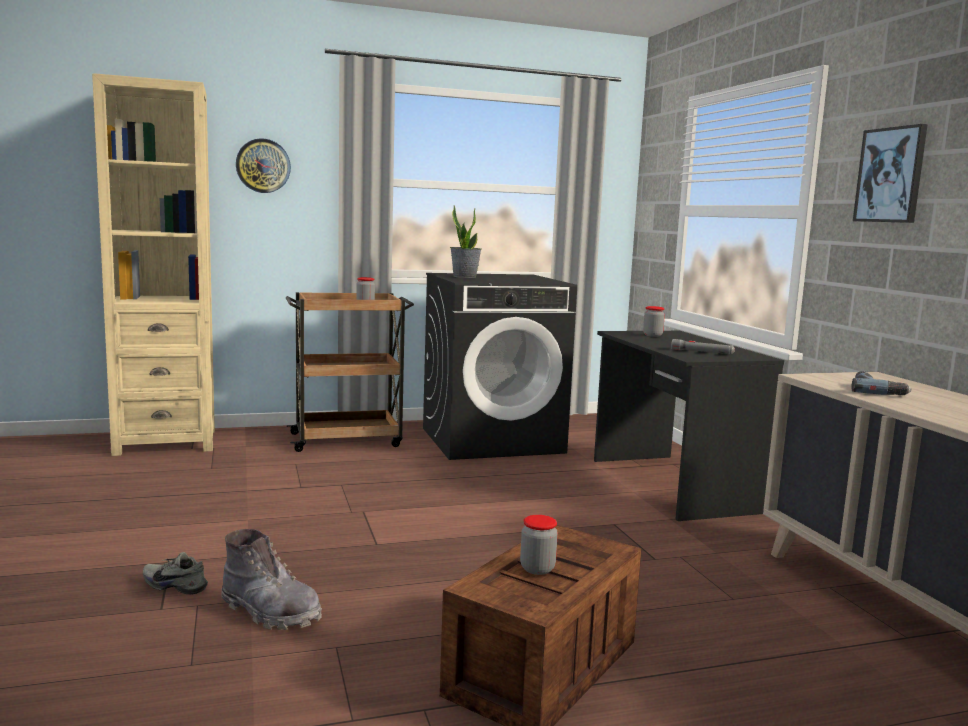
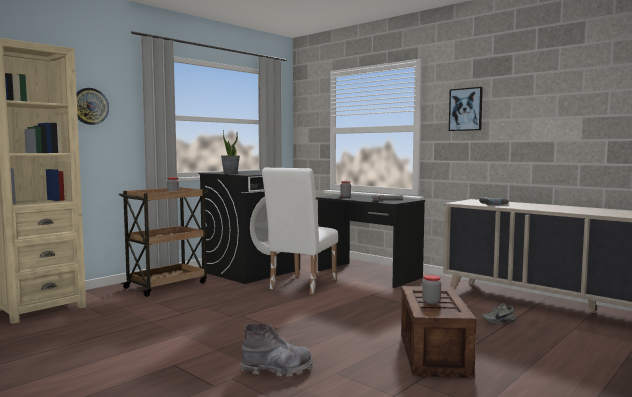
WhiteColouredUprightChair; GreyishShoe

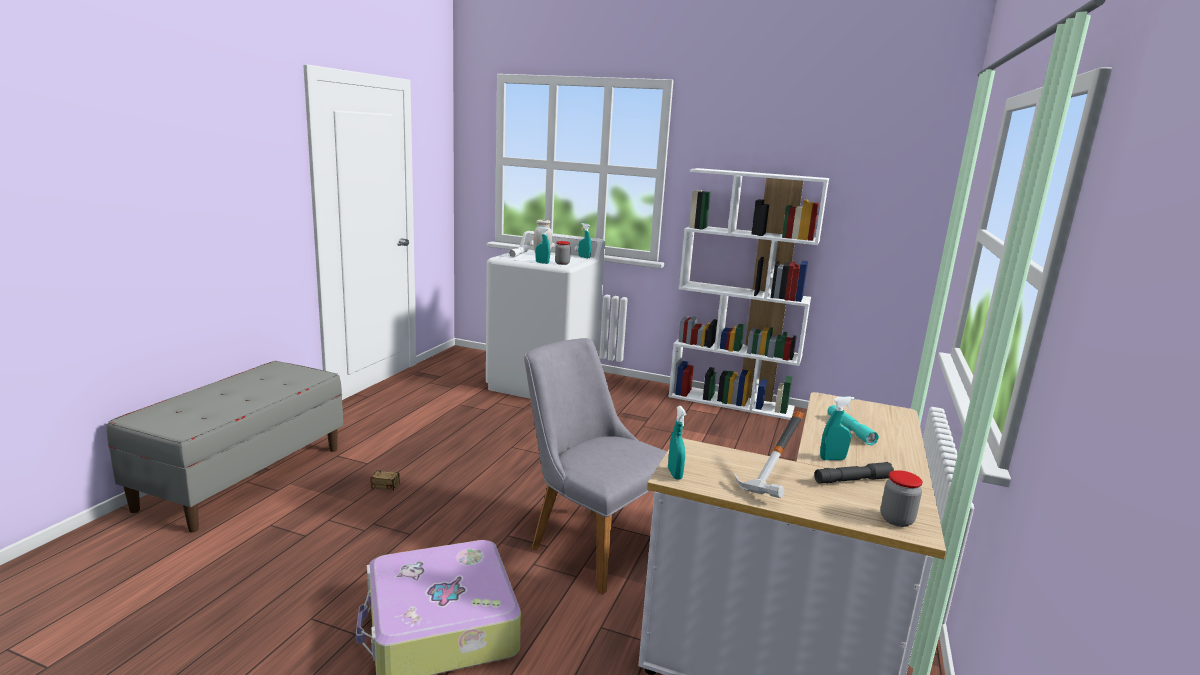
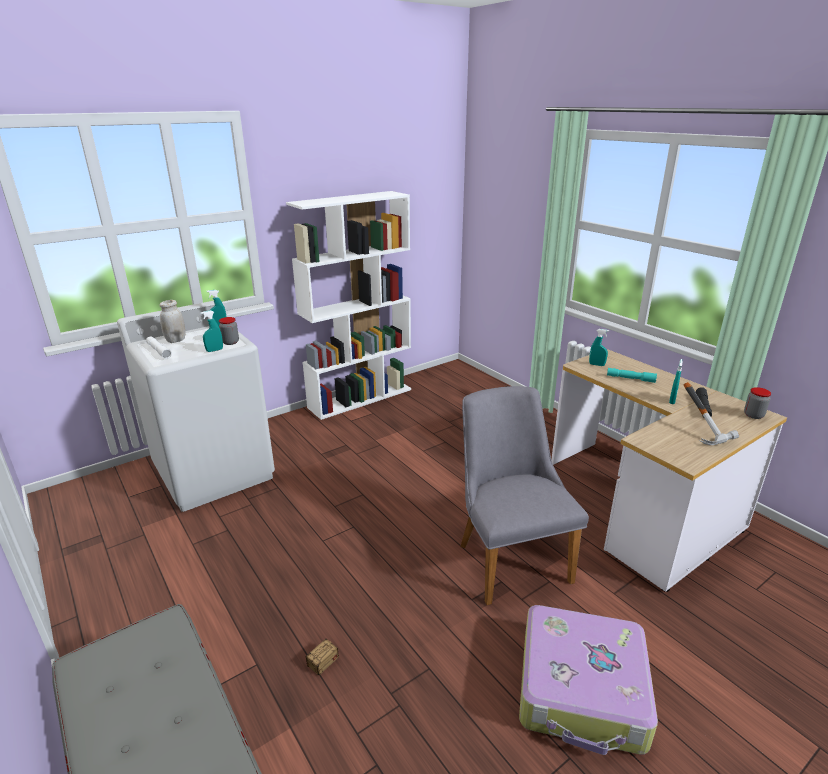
GreyishUprightChair; TurquoiseSprayer (no. 3 from left)

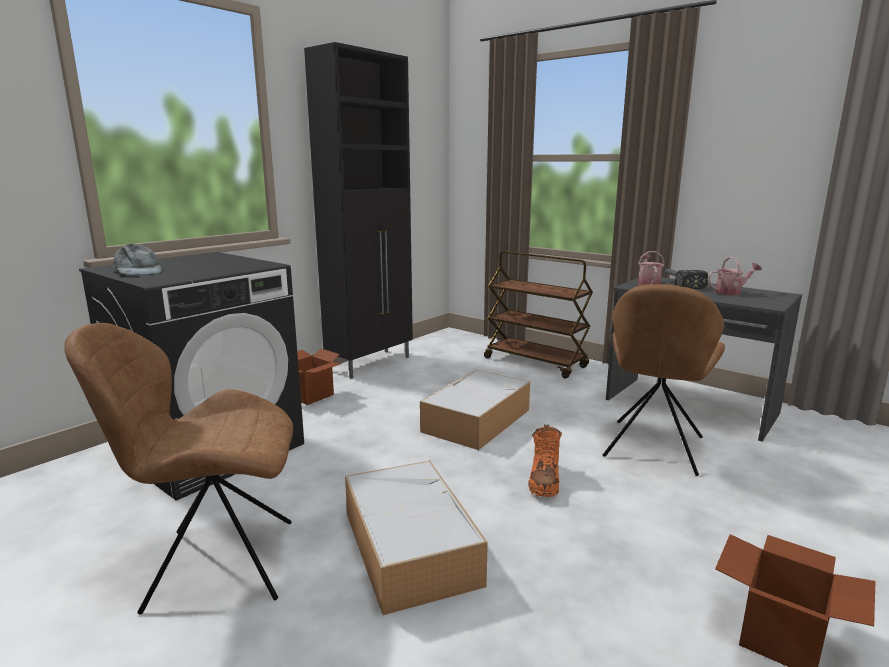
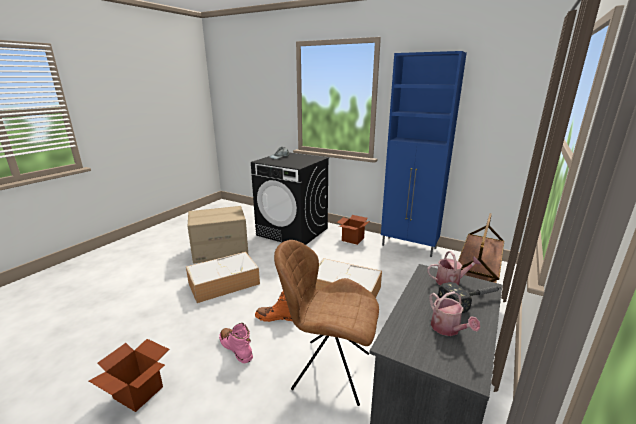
CardboardBox (no. 2 from left); PinkColouredTallBoot; BluishCupboard

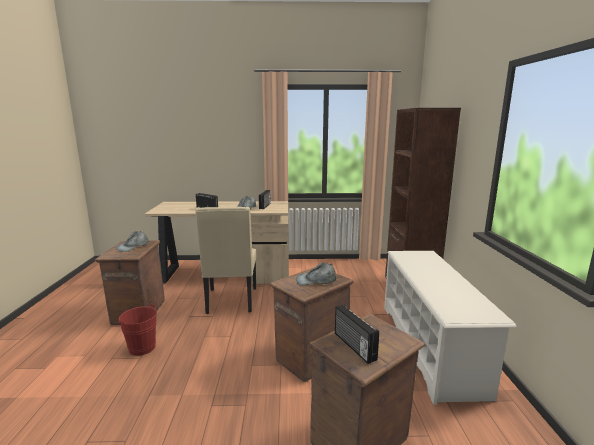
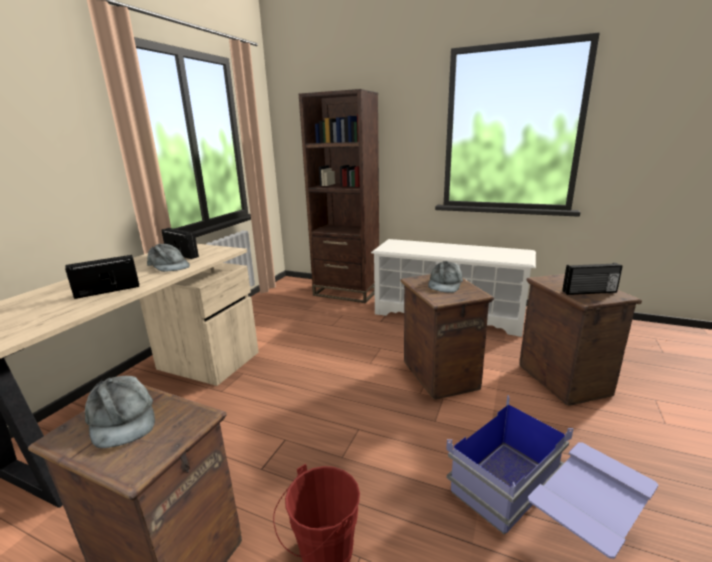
BluishStorageContainer; BeigeUprightChair

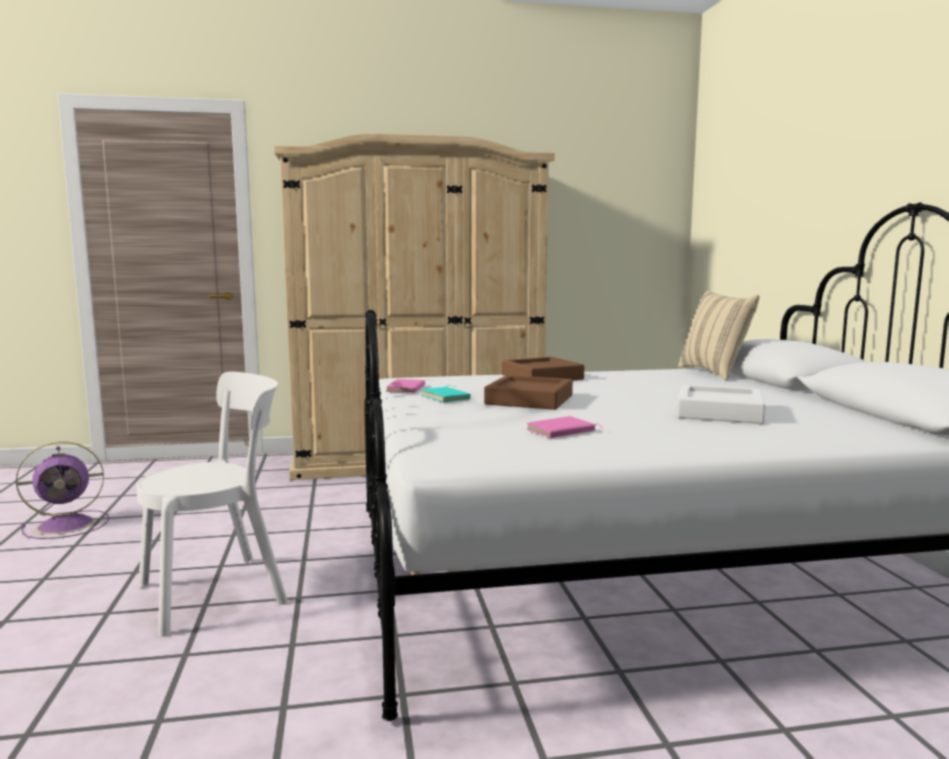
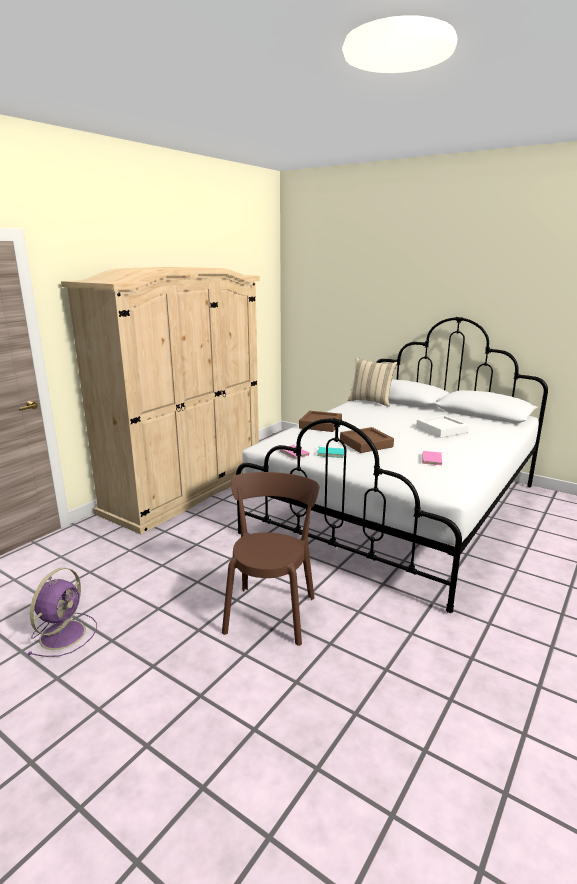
BrownishUprightChair

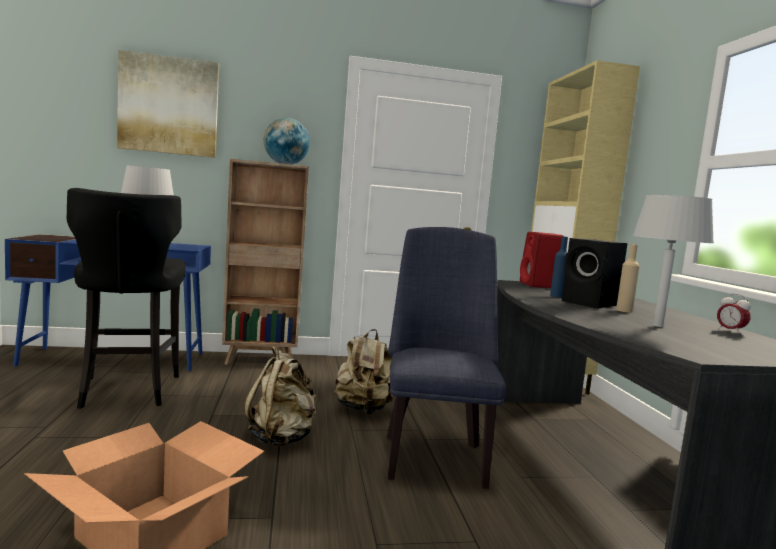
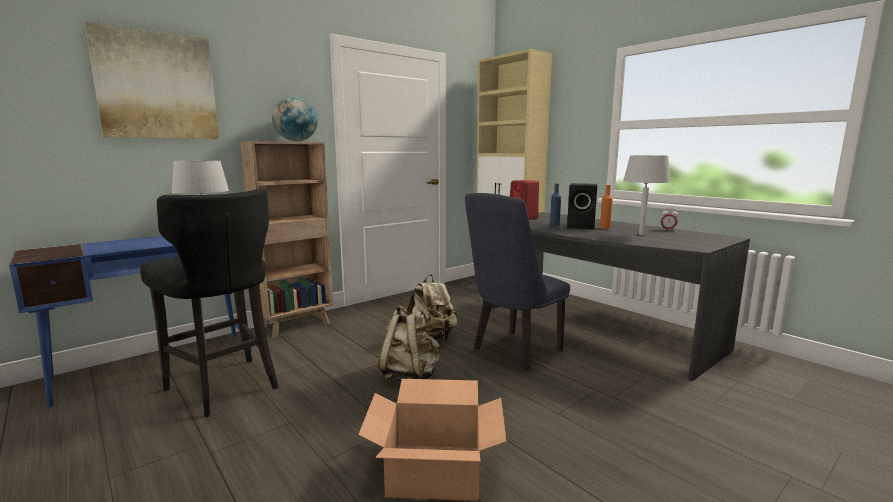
BluishUprightChair; OrangeBeverageBottle

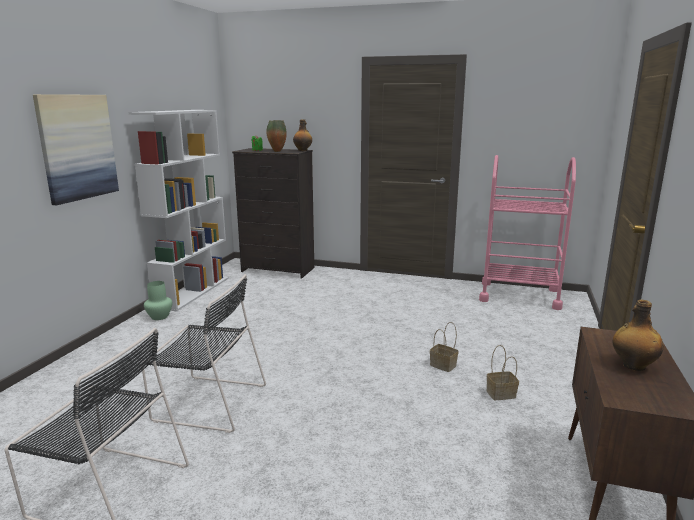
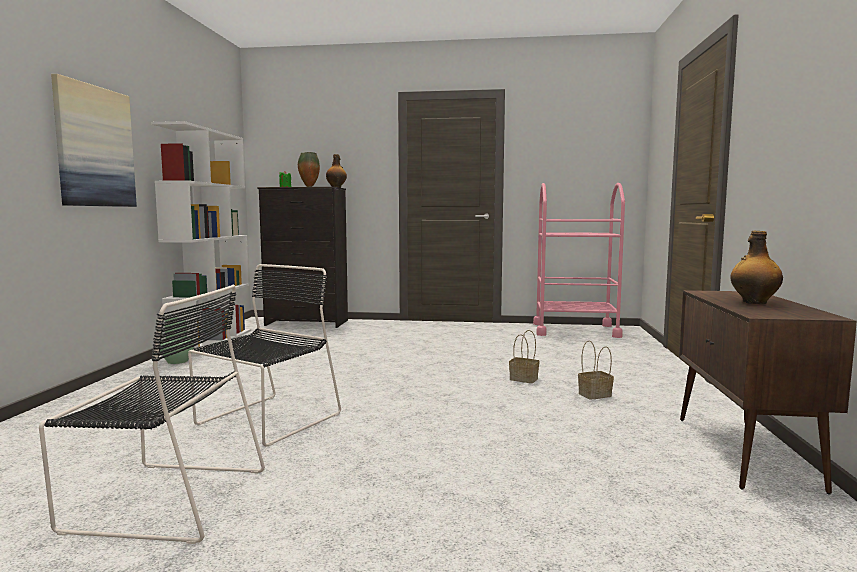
BlackishUprightChair (no. 2 from left)

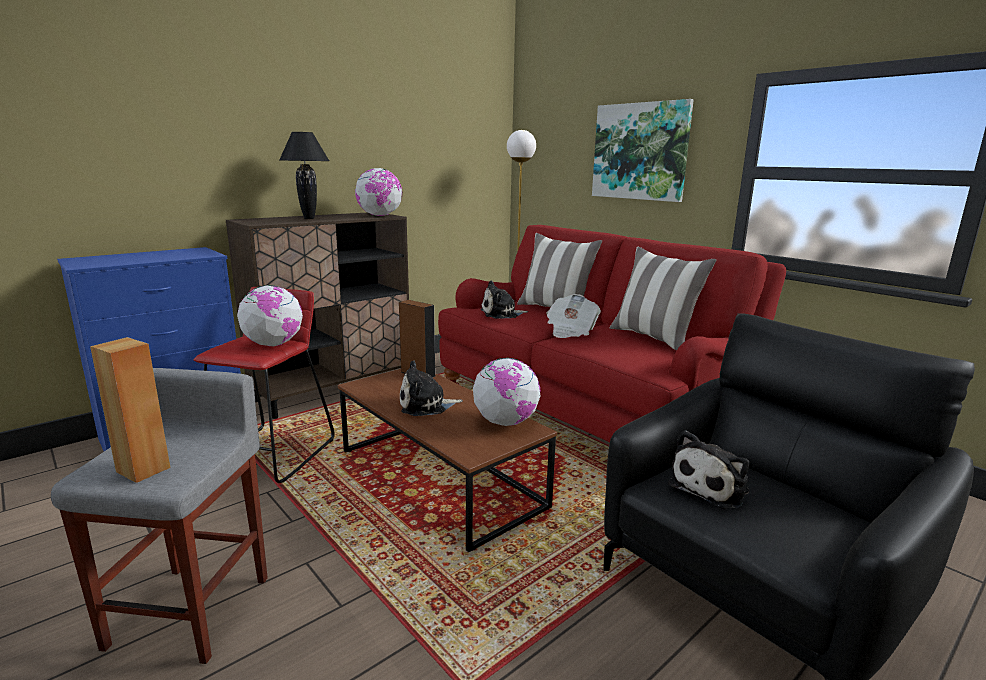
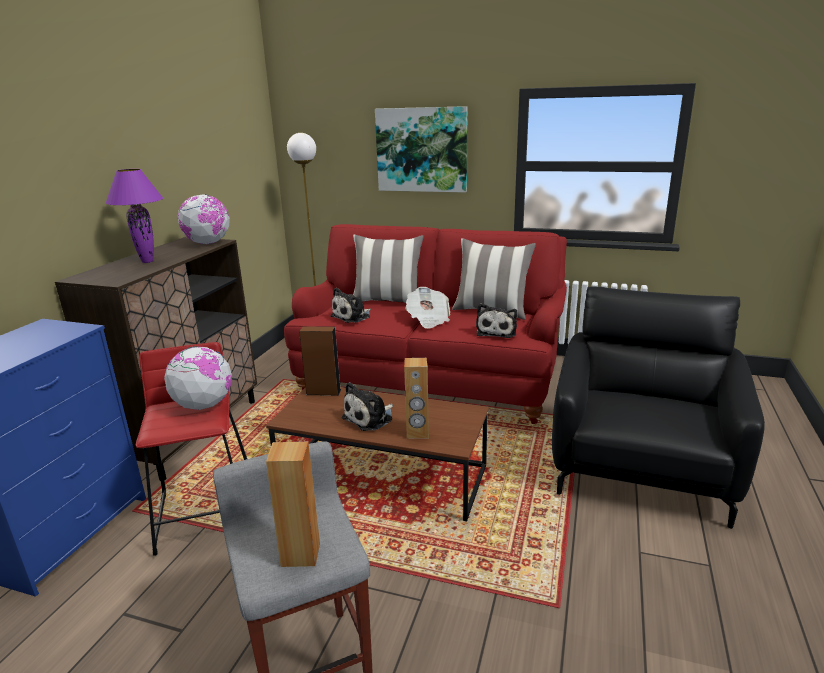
PurpleLampForATable; BrownishSpeaker (no. 3 from left); CuddlyToy (no. 3 from left); WorldGlobe (no. 3 from left in the first image)

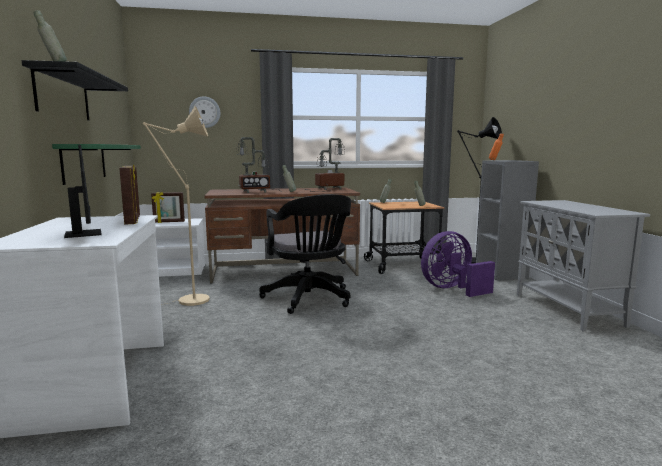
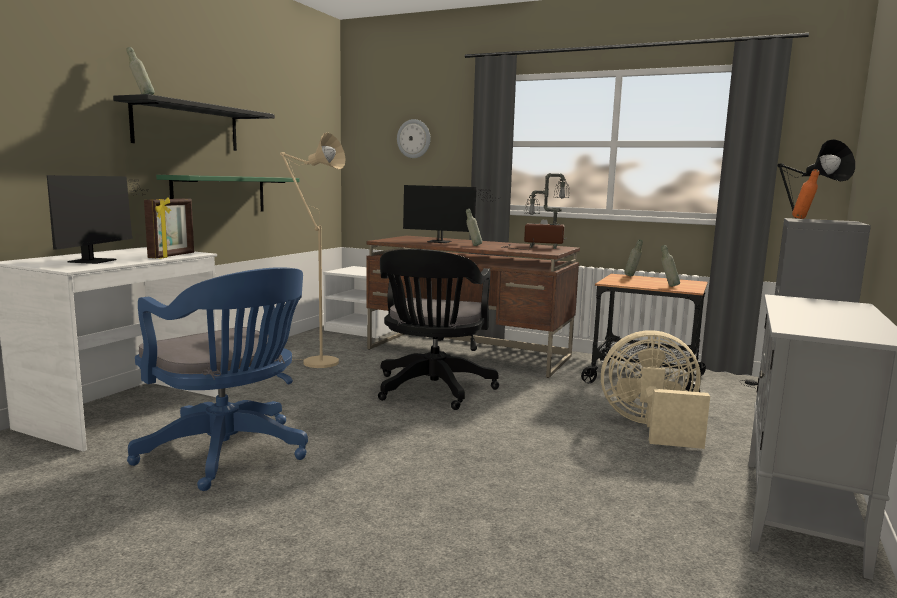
BluishDeskChair; Monitor (no. 2 from left); BeigeFan; StandingFrame (no. 2 from left in the first image)

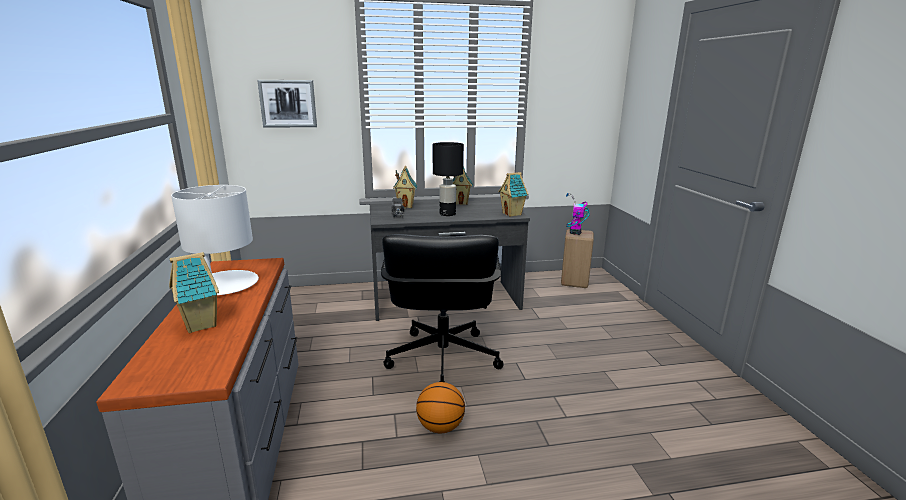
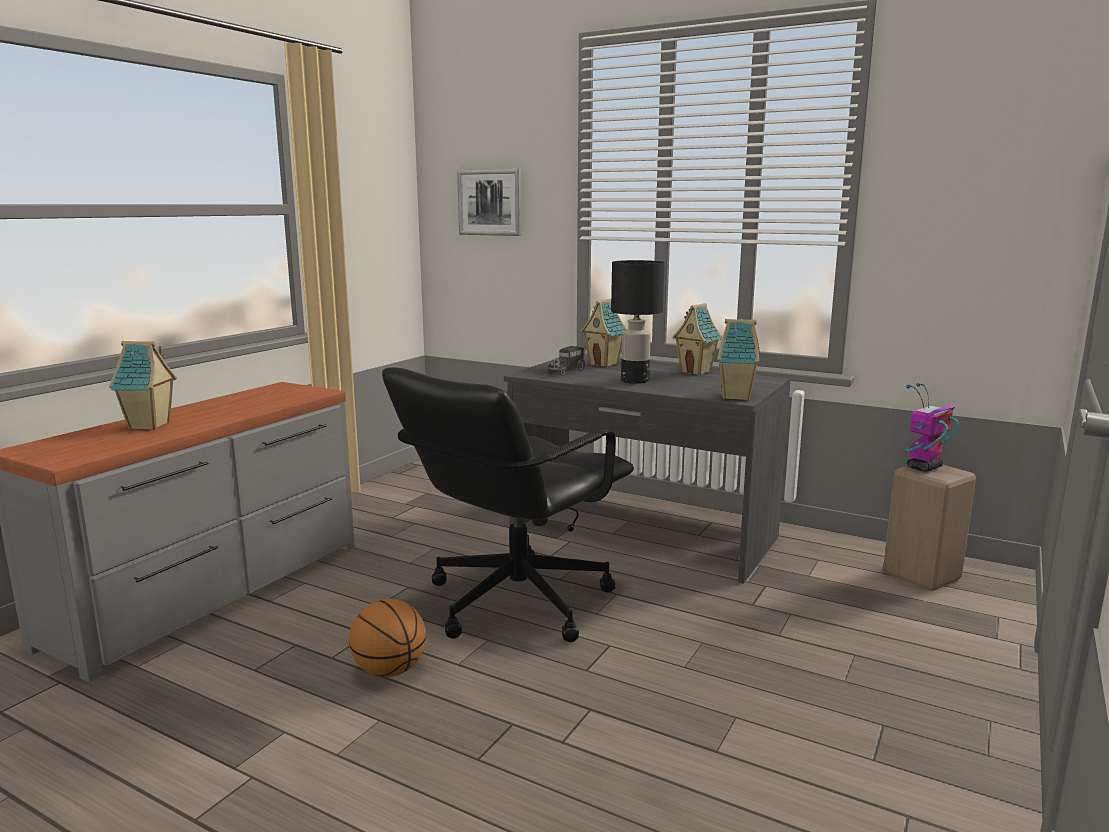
WhiteColouredLampForATable

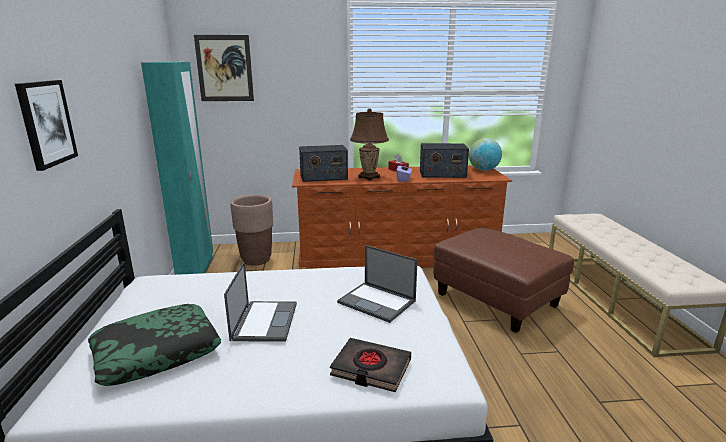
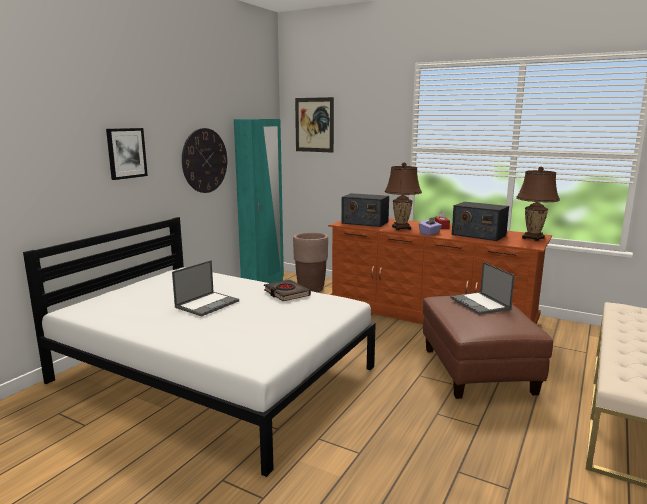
WallClock; BlackishBoundBook; PortableComputer (no. 2 from left); BrownishLampForATable (no. 2 from left); ThrowPillow

